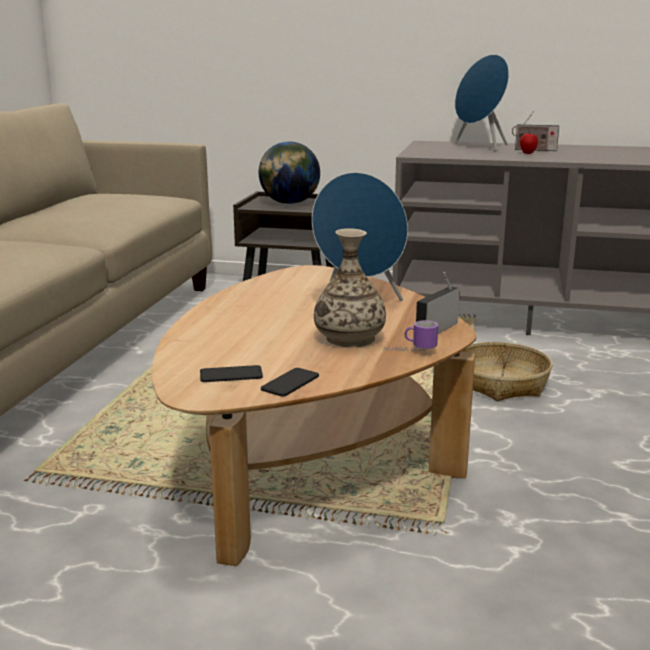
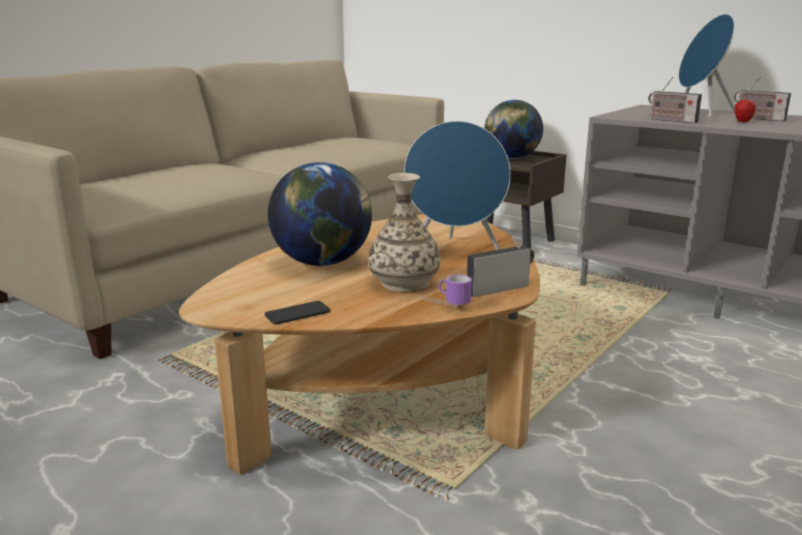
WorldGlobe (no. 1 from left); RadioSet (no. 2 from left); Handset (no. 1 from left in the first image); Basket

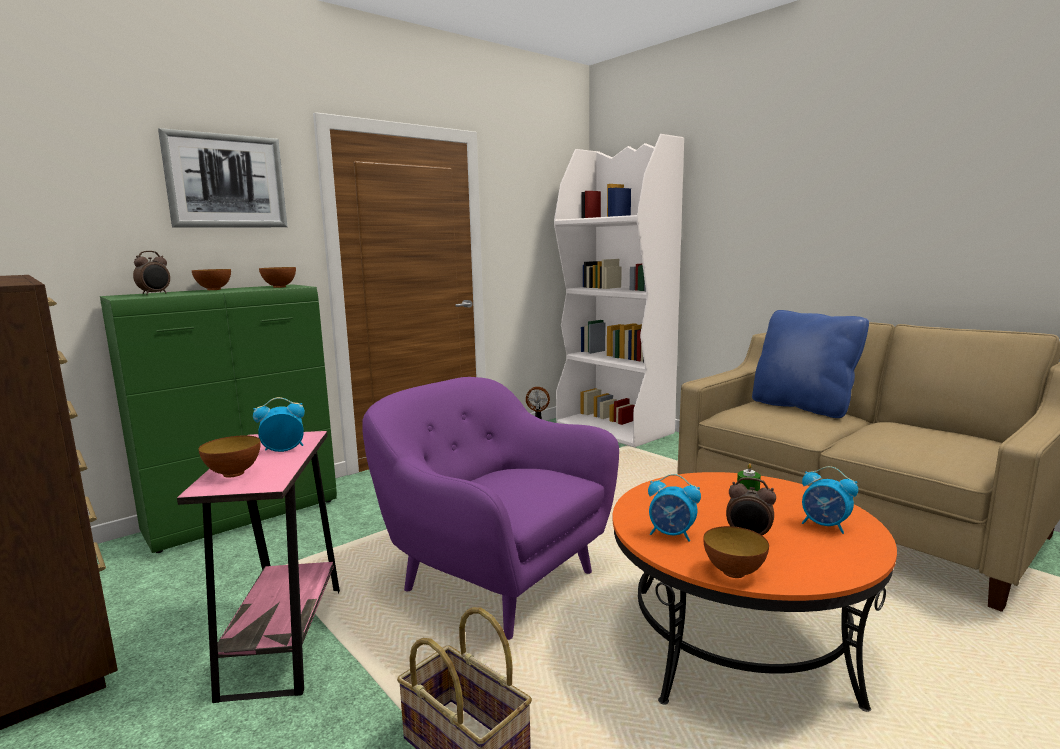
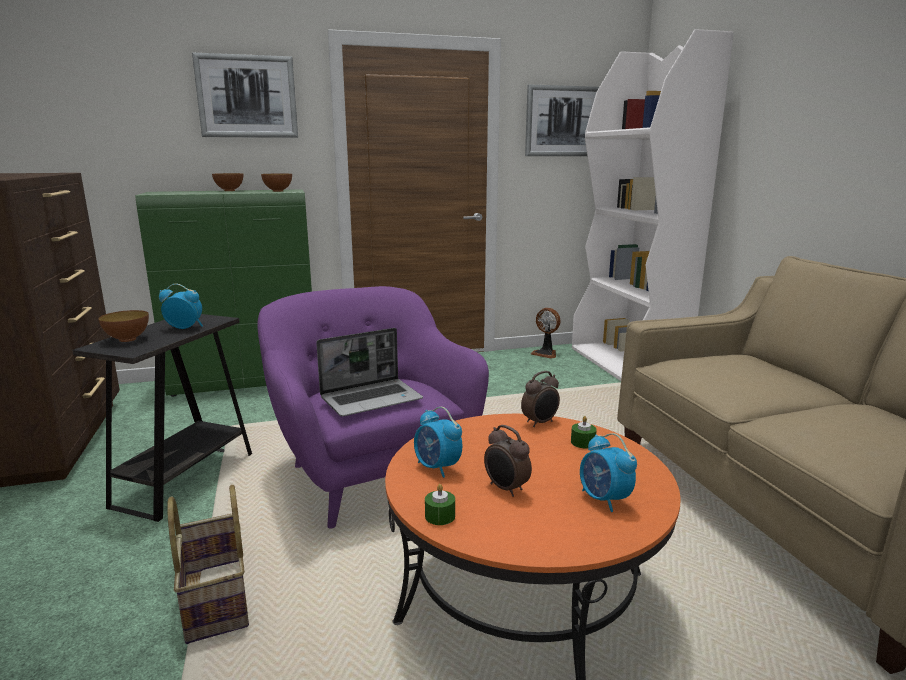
BlackishSideTable; PortableComputer; GreenColouredWaxCandle (no. 1 from left); AlarmClock (no. 4 from left); WallArt (no. 2 from left); BluishThrowPillow

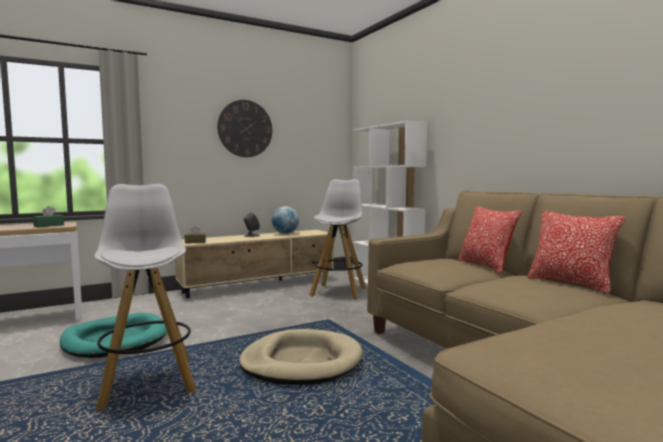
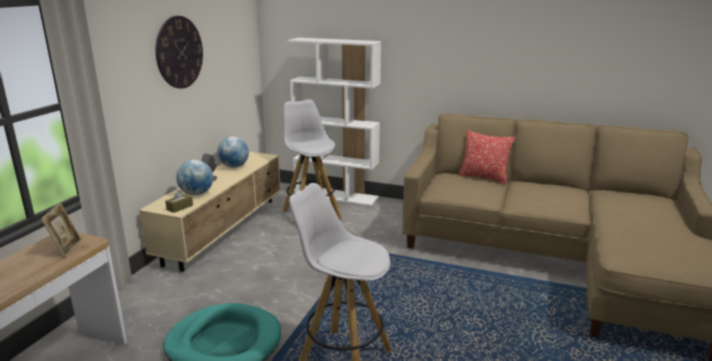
StandingFrame; WorldGlobe (no. 1 from left); BeigeDogCushion; ThrowPillow (no. 2 from left in the first image)

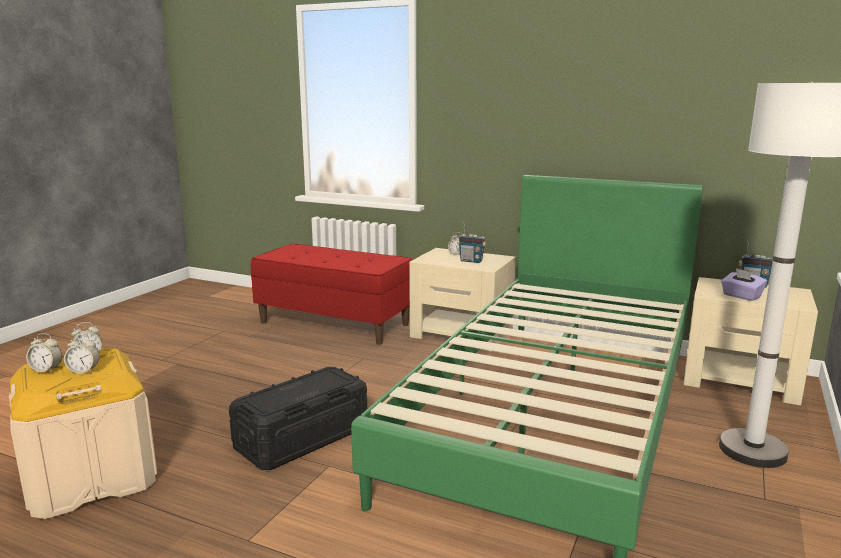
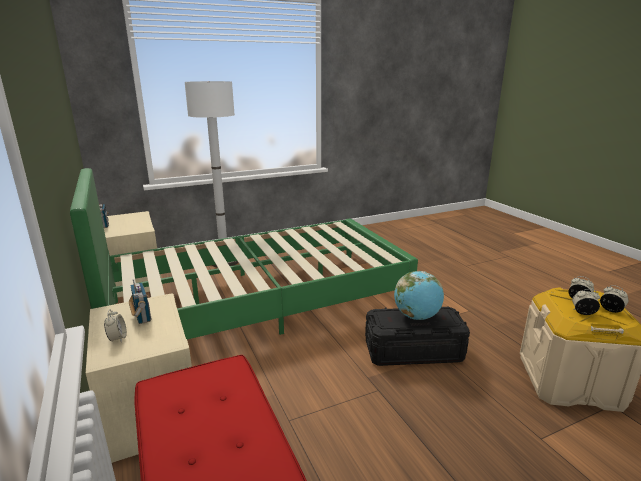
WorldGlobe; PurpleBoxOfTissues

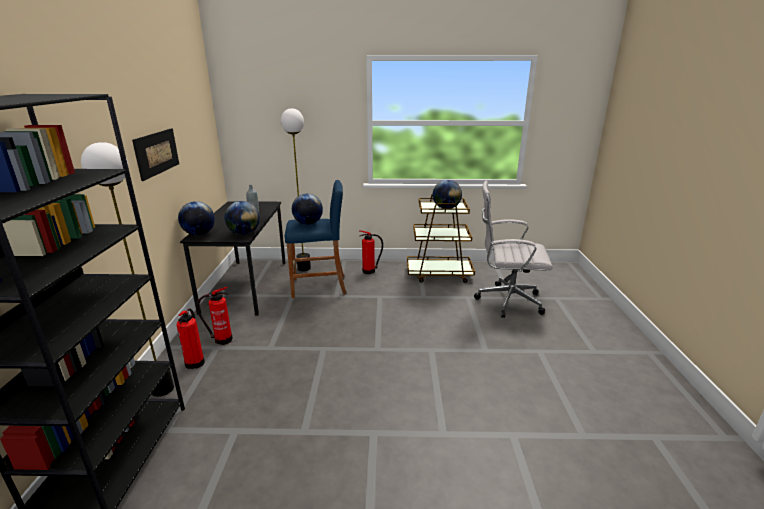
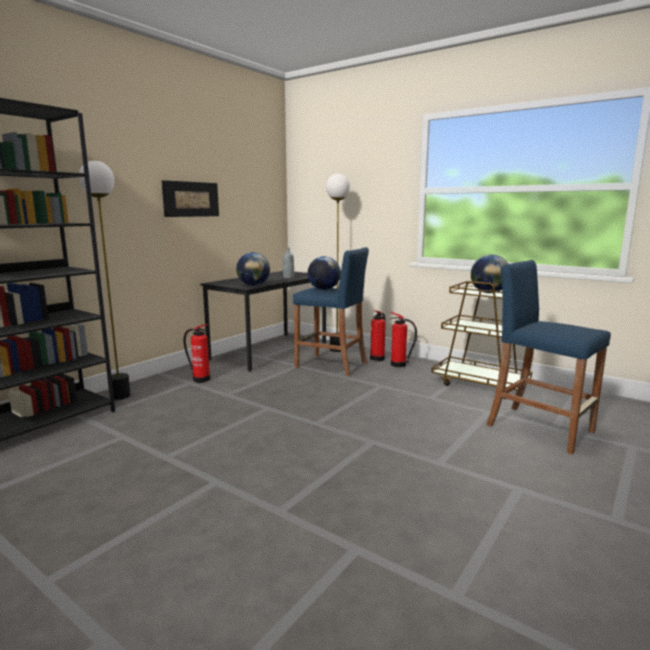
FireFightingCylinder (no. 2 from left); BluishStoolSeat (no. 2 from left); WorldGlobe (no. 1 from left in the first image)

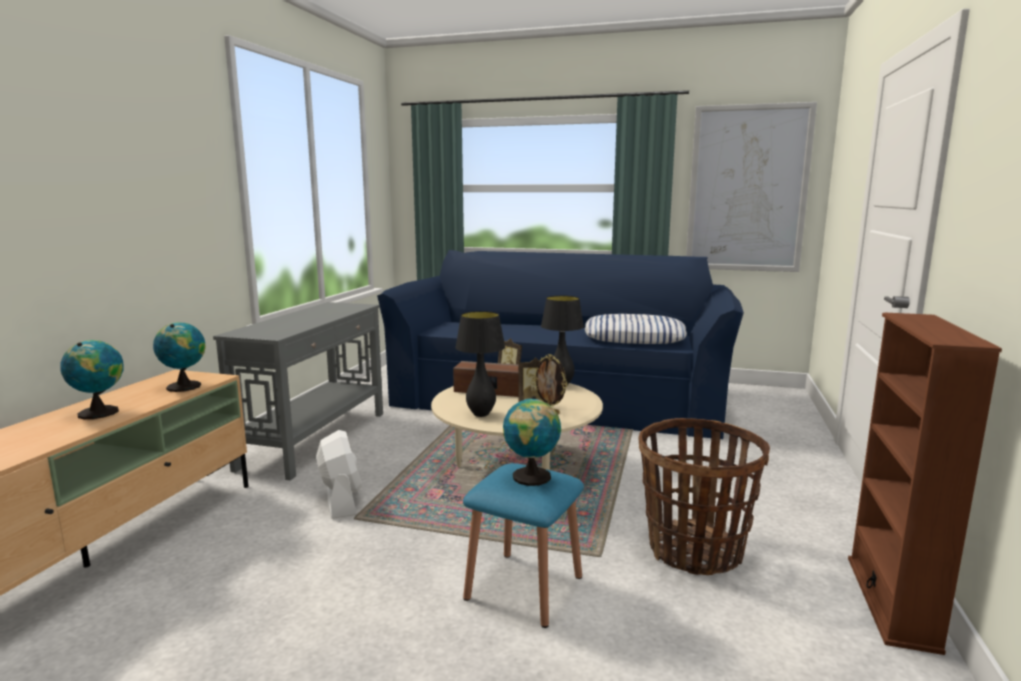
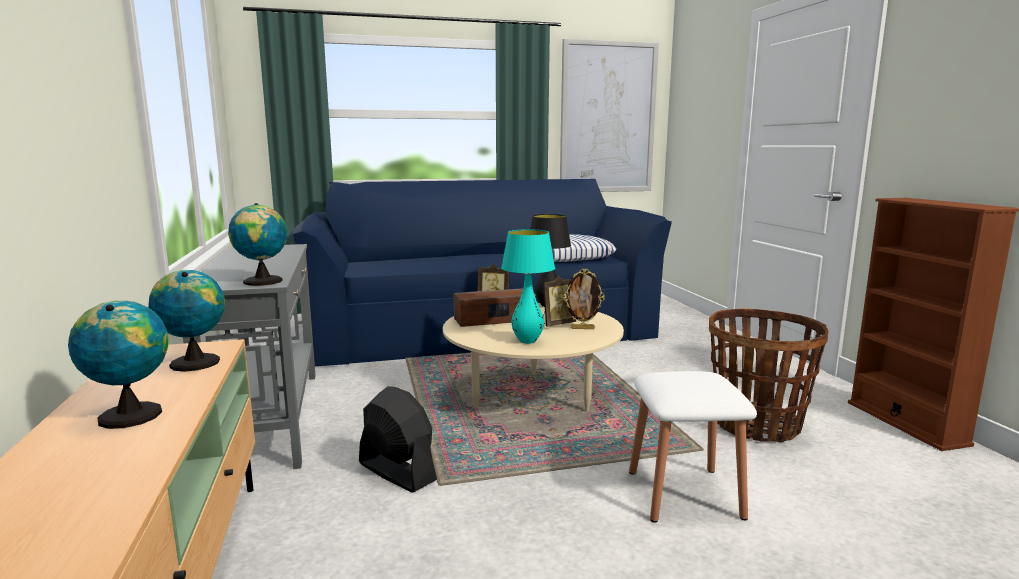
WorldGlobe (no. 3 from left); BlackishFan; TurquoiseLampForATable; WhiteColouredStoolSeat

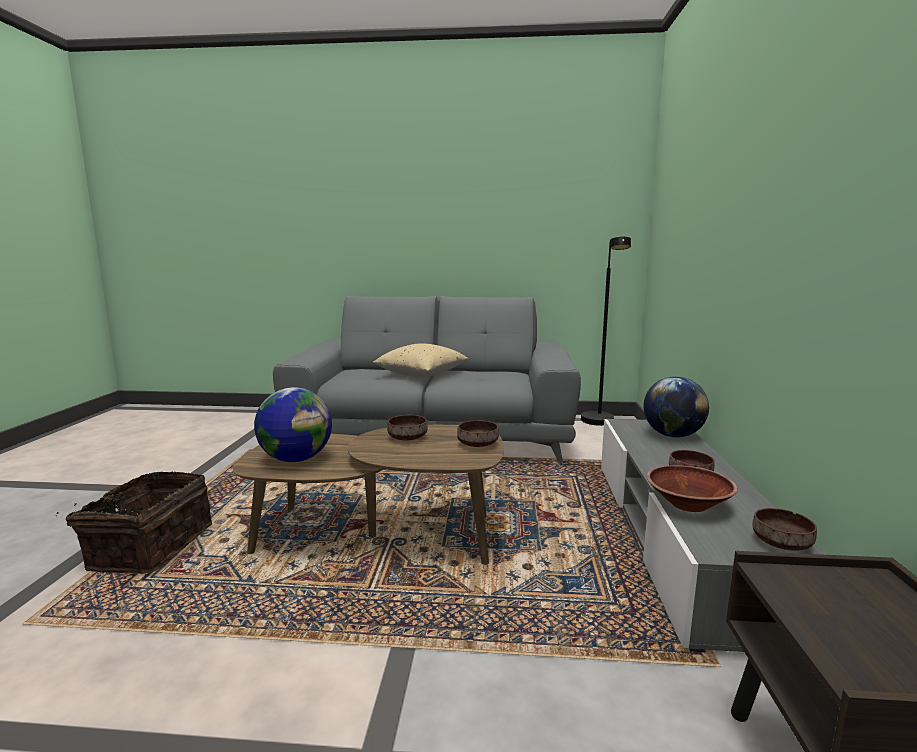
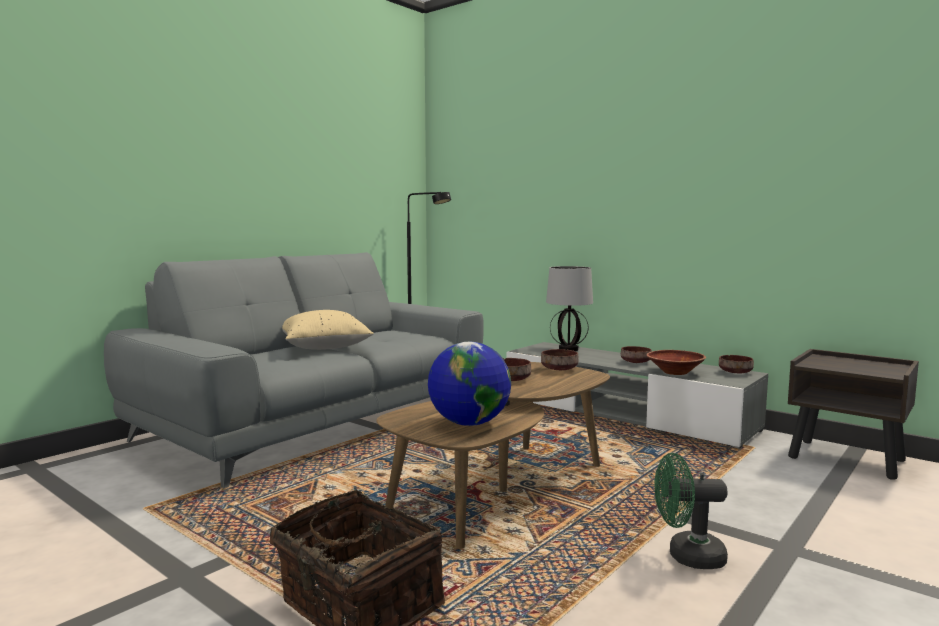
LampForATable; GreenColouredFan

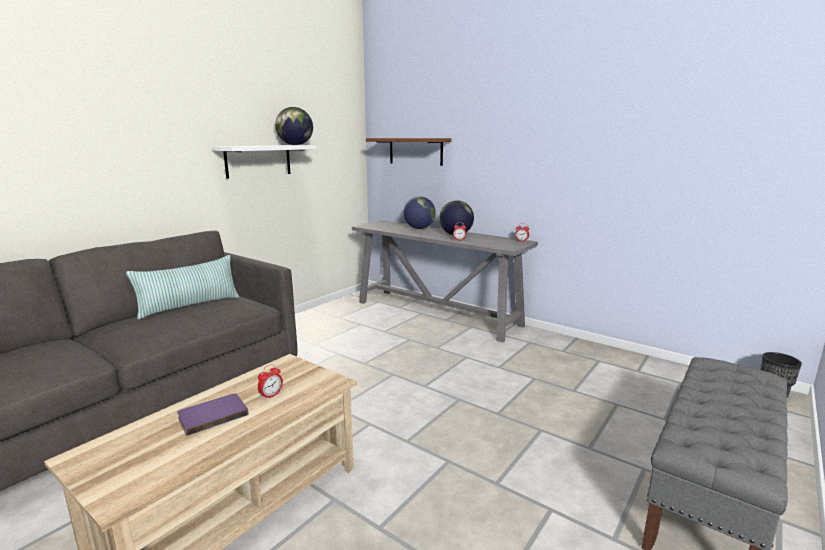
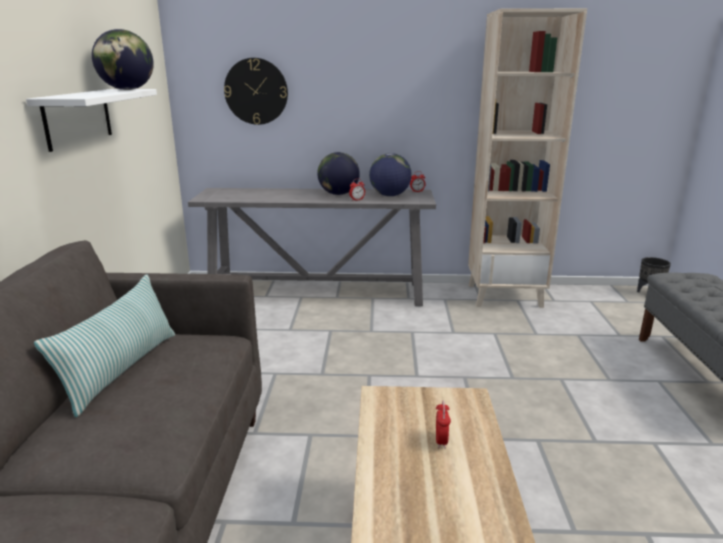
WallClock; WorldGlobe (no. 3 from left); BeigeBookcase; PurpleBoundBook

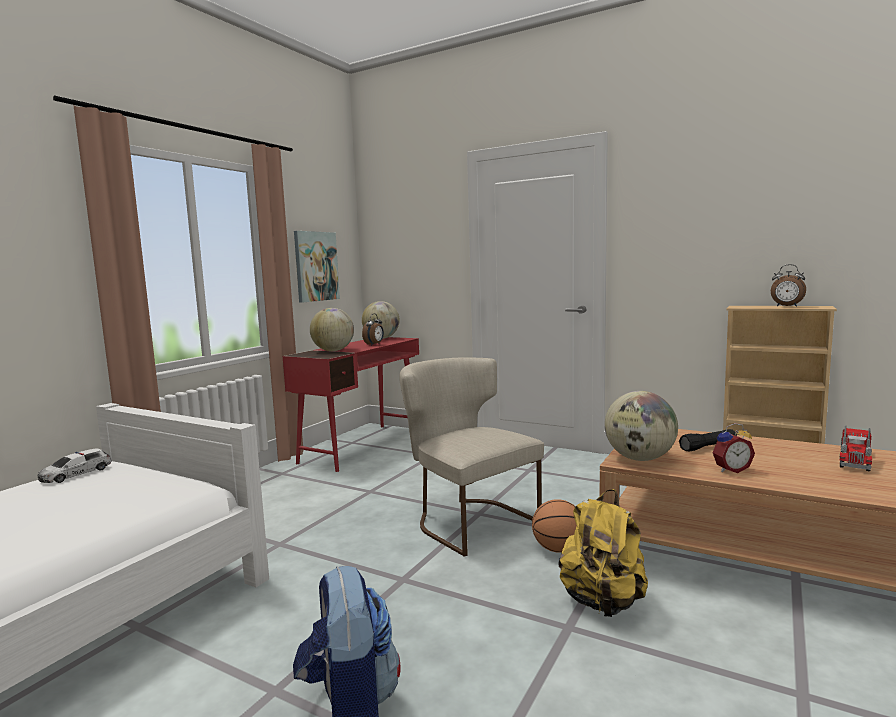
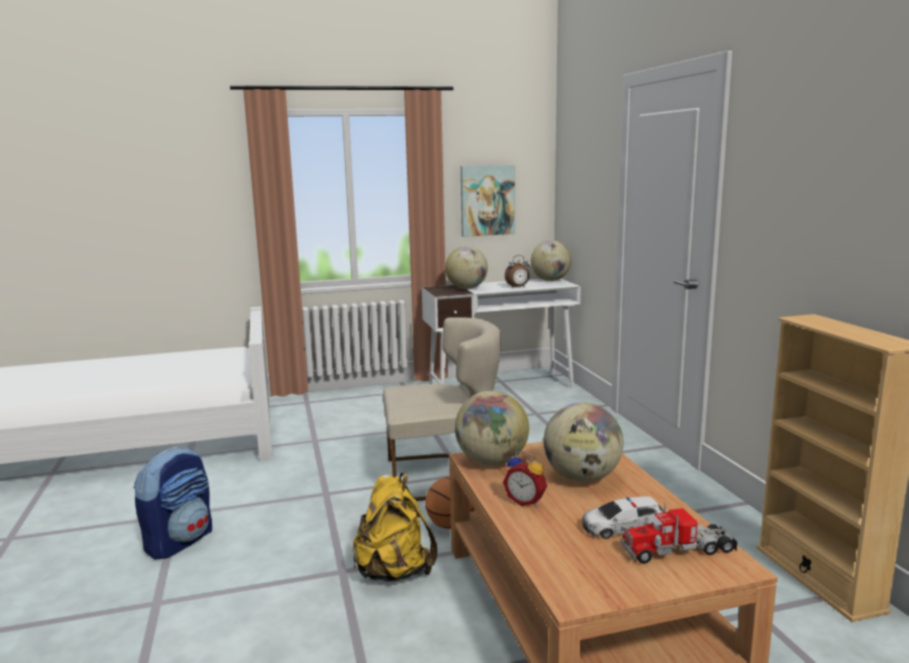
BeigeUprightChair; WhiteColouredDeskTable; WorldGlobe (no. 4 from left); MiniatureCar; AlarmClock (no. 3 from left in the first image)

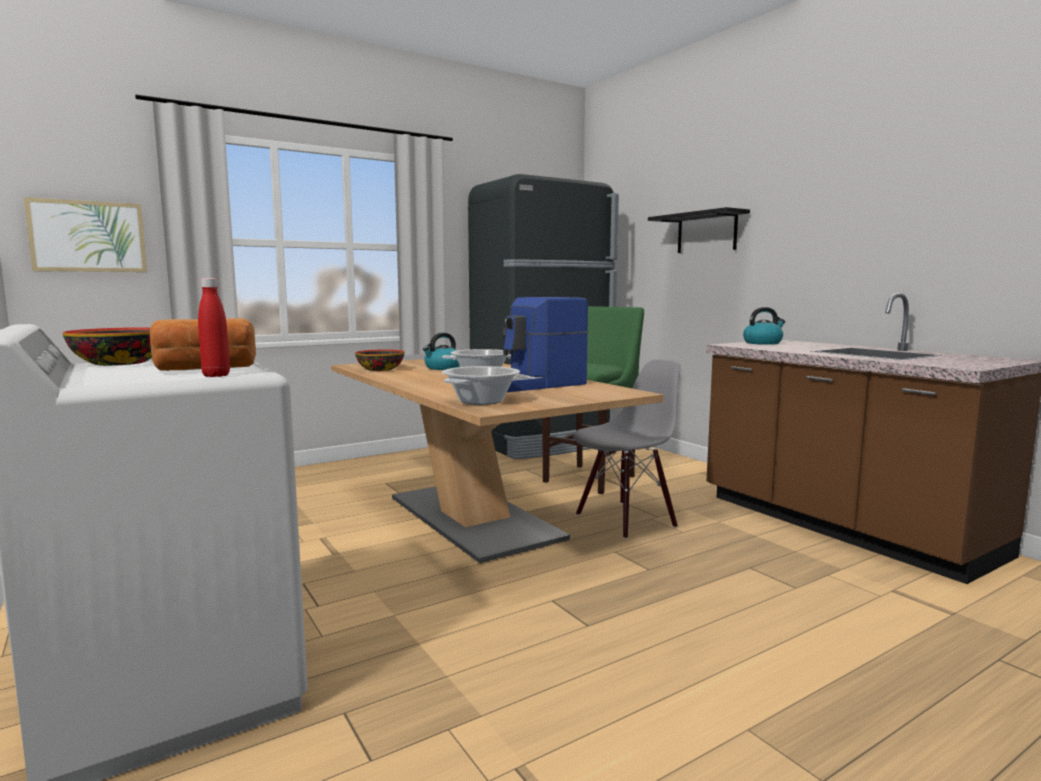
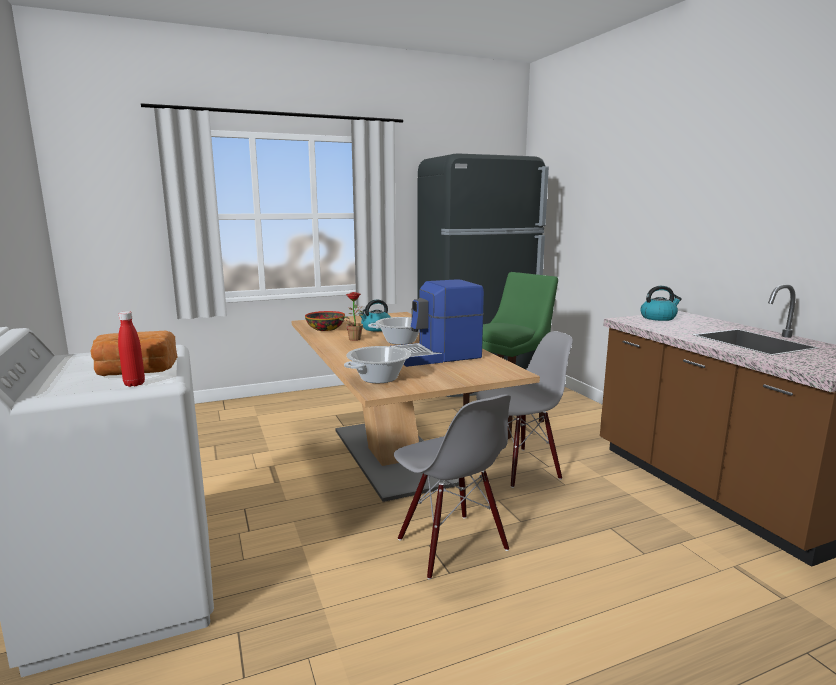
Houseplant; GreyishUprightChair (no. 1 from left); WallArt; ServingBowl (no. 1 from left in the first image); BlackishShelf

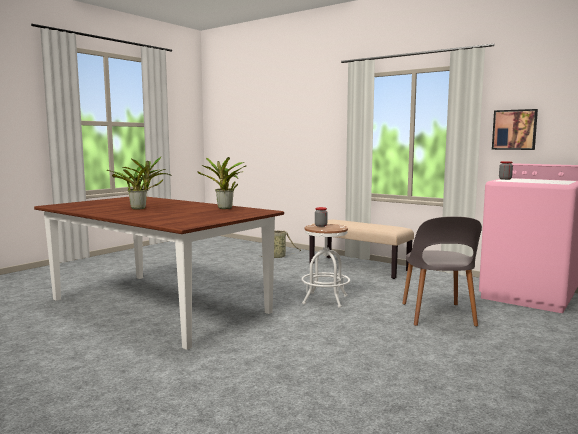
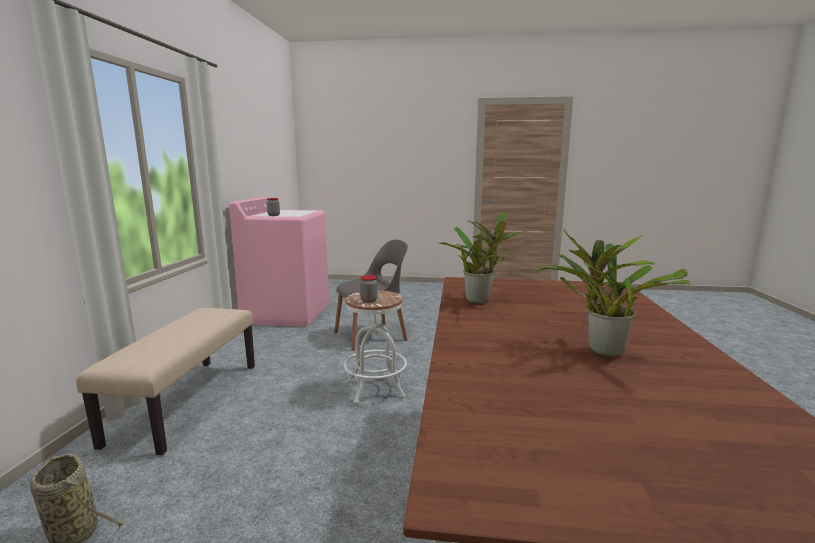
WallArt

